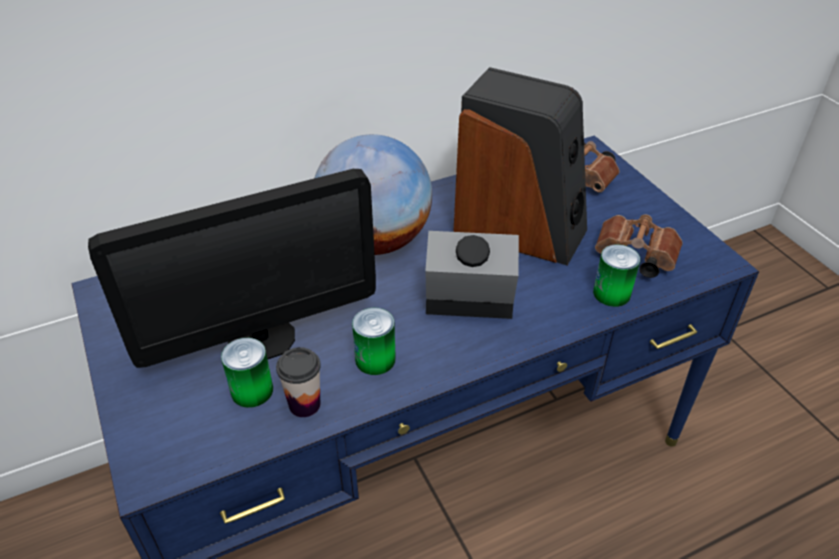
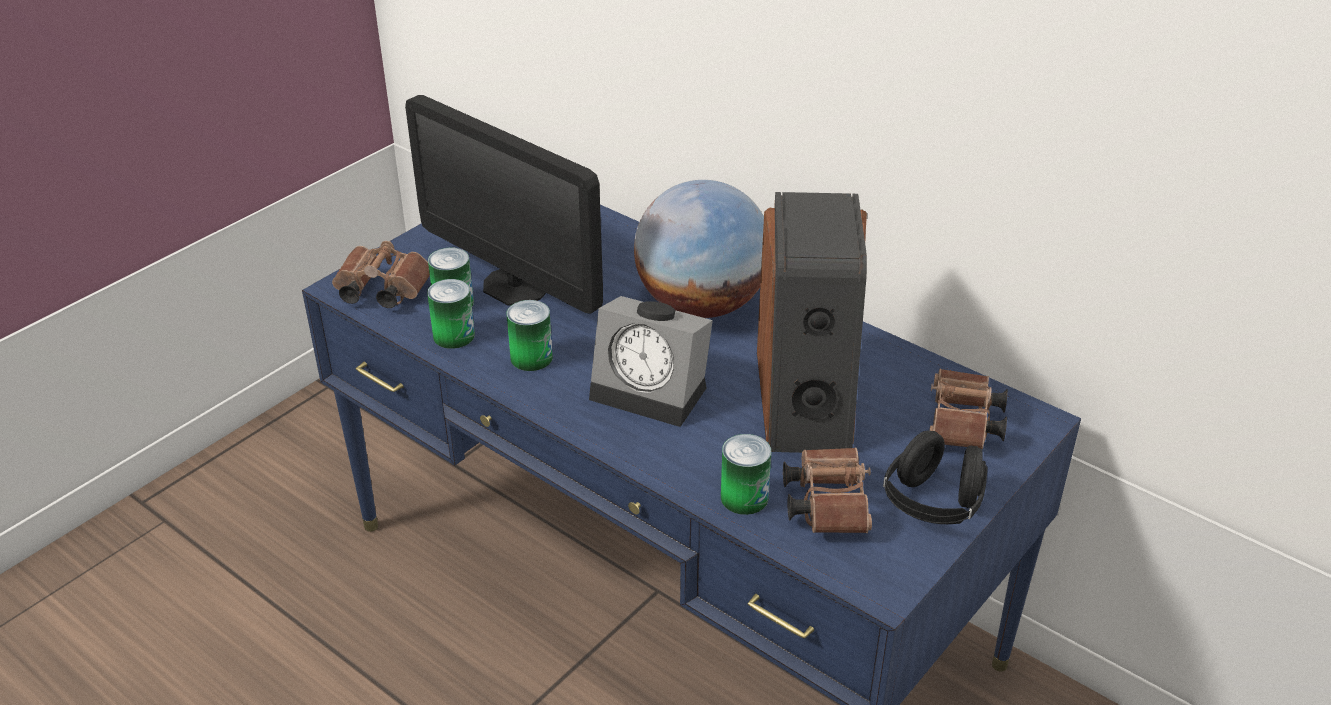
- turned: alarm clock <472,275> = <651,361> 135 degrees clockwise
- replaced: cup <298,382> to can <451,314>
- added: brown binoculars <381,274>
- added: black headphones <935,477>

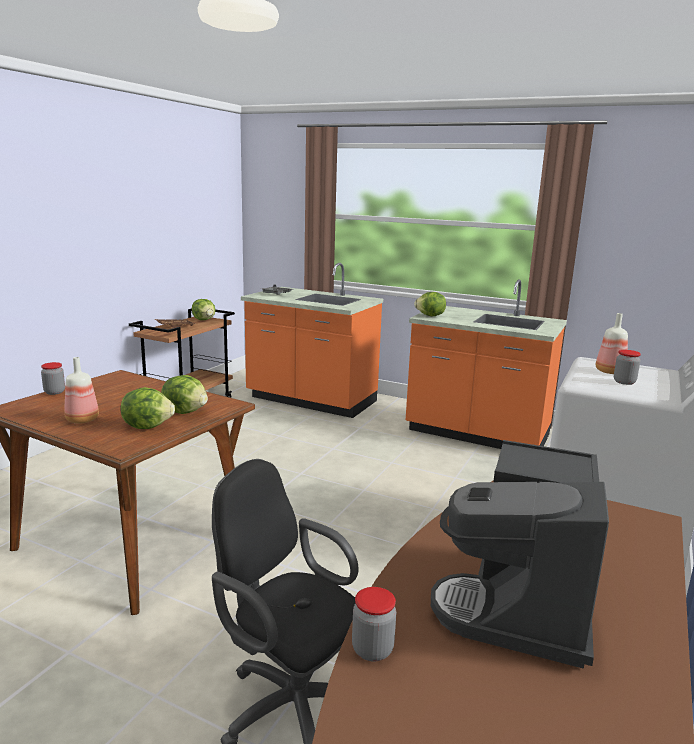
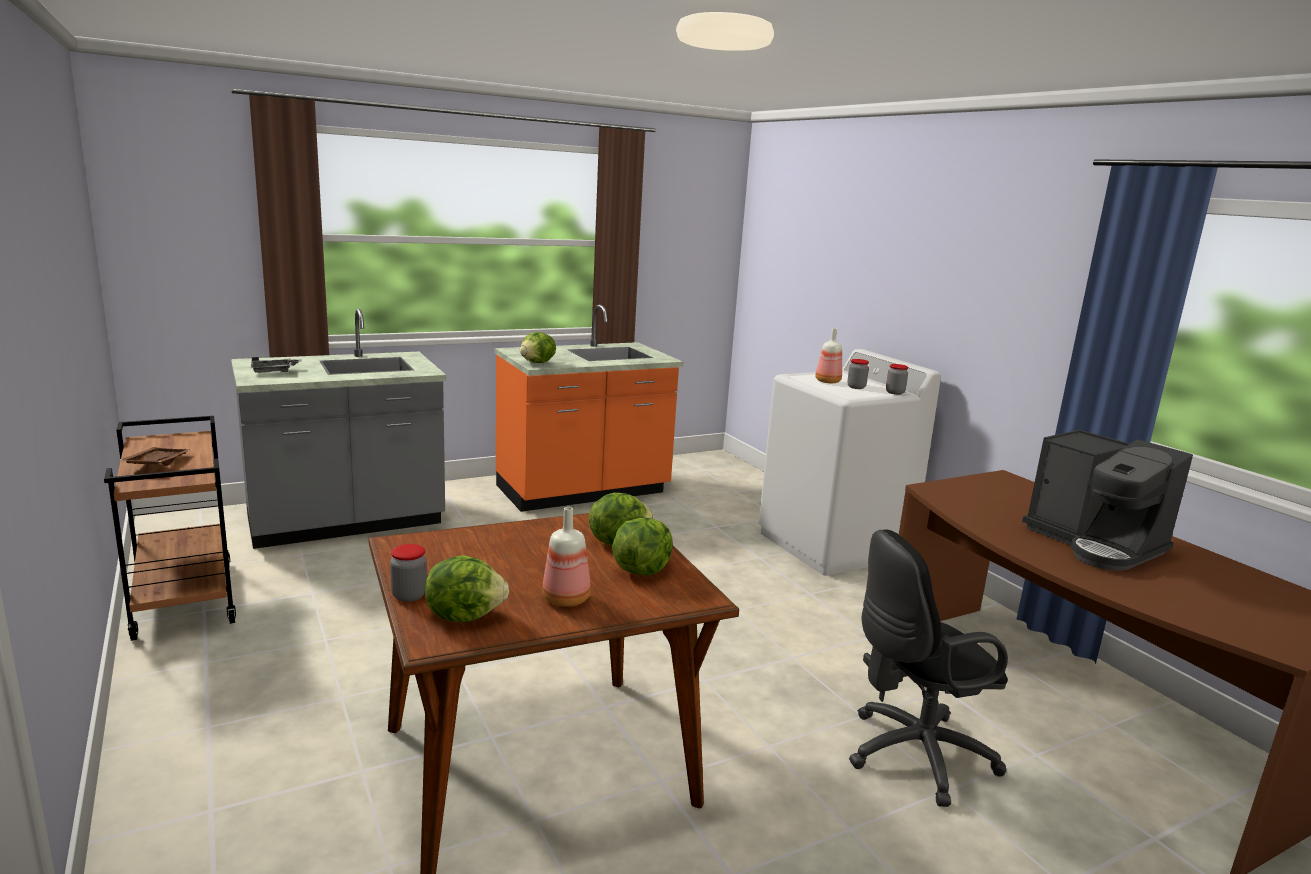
- recoloured: orange counter <312,340> to grey counter <338,429>
- moved: lettuce <204,309> to <467,588>
- moved: jar <374,624> to <897,379>

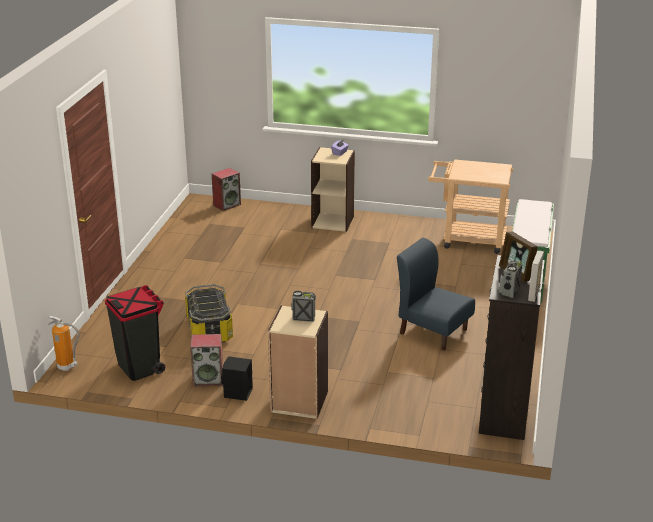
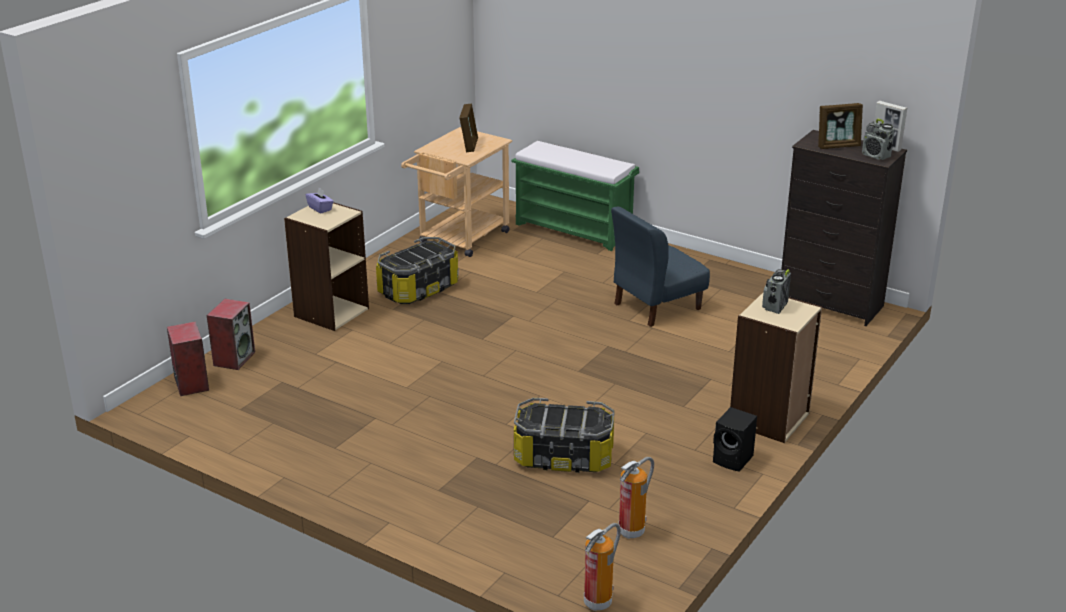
- replaced: black trash can <135,333> to fire extinguisher <636,498>
- moved: speaker <206,360> to <231,334>
- added: picture frame <468,127>
- added: storage box <417,270>

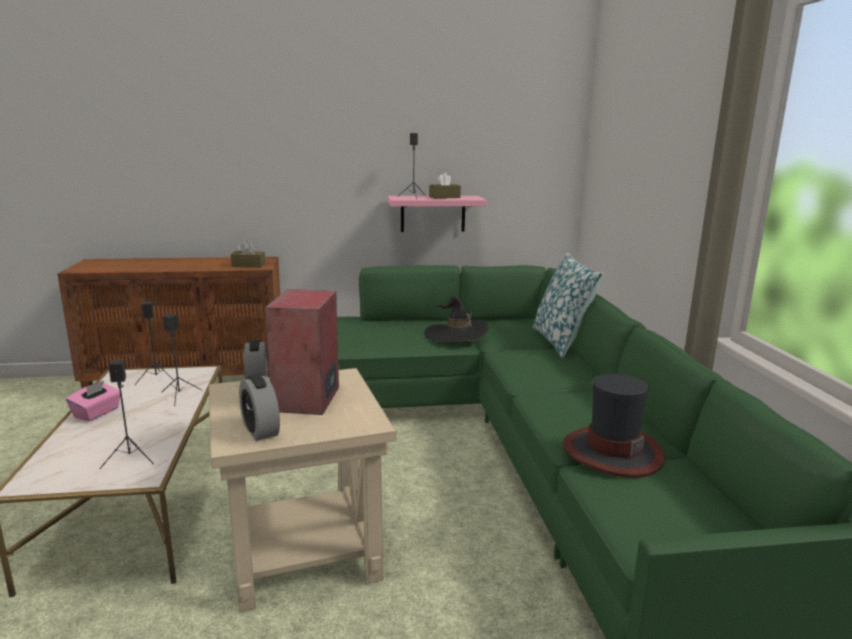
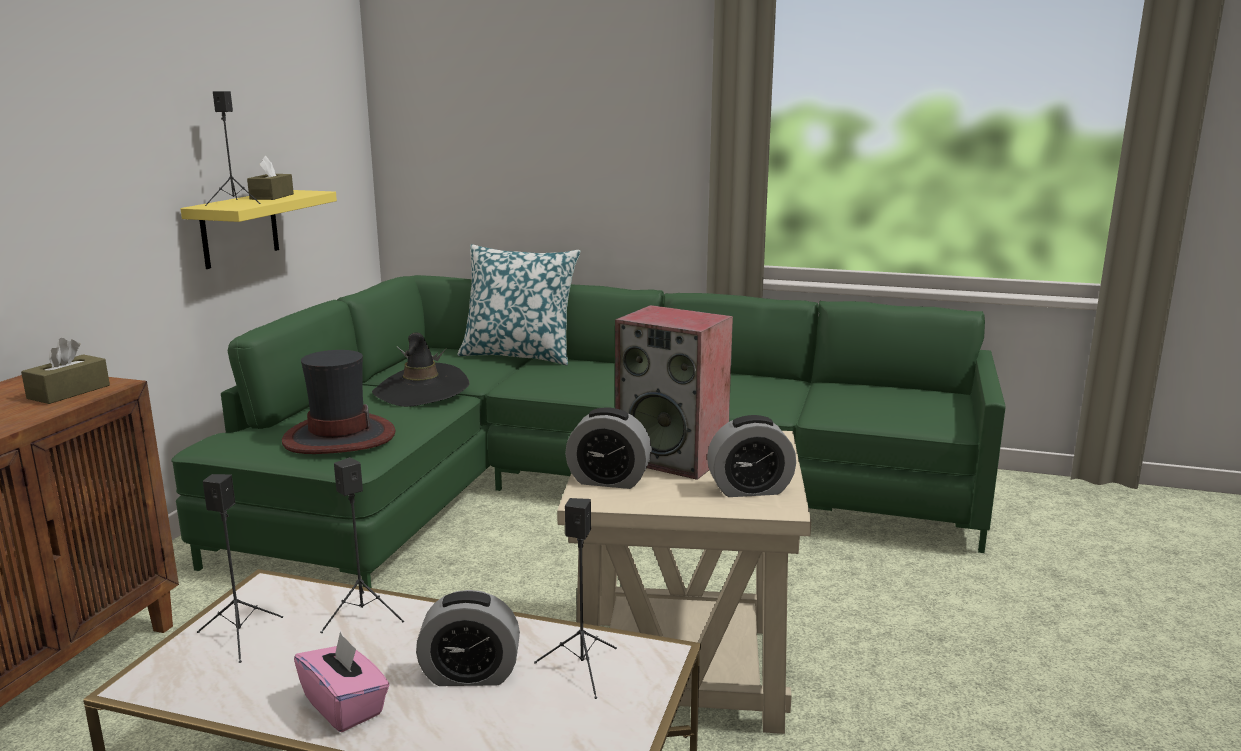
- recoloured: pink shelf <437,214> to yellow shelf <259,229>
- moved: hat <614,426> to <339,402>
- added: alarm clock <468,638>

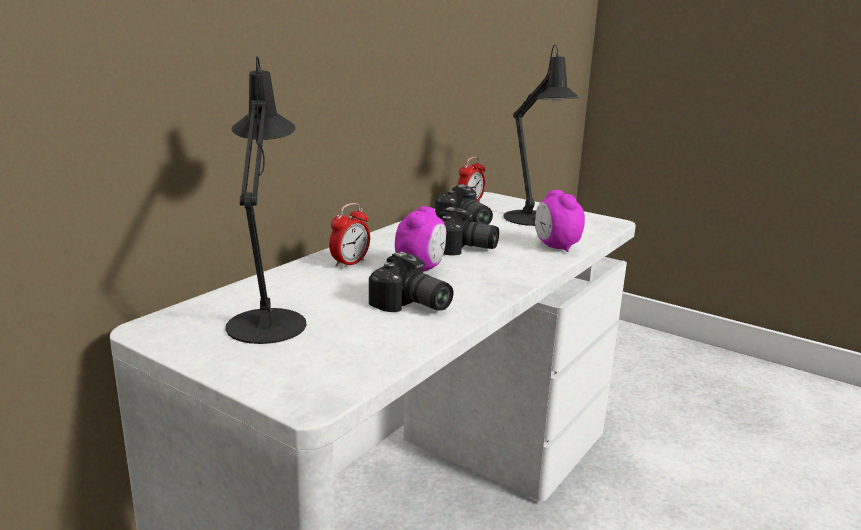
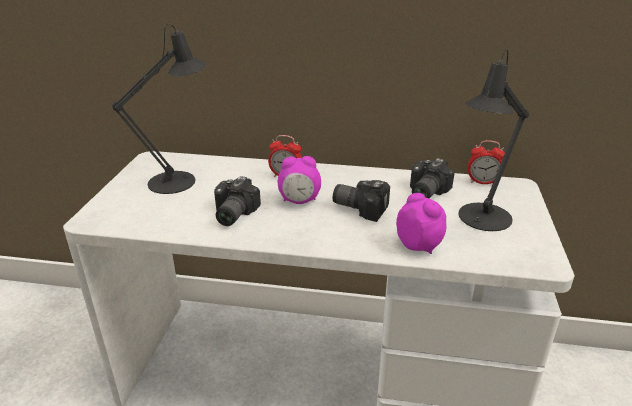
- turned: alarm clock <560,221> = <421,223> 105 degrees clockwise
- turned: photo camera <469,231> = <361,201> 120 degrees clockwise

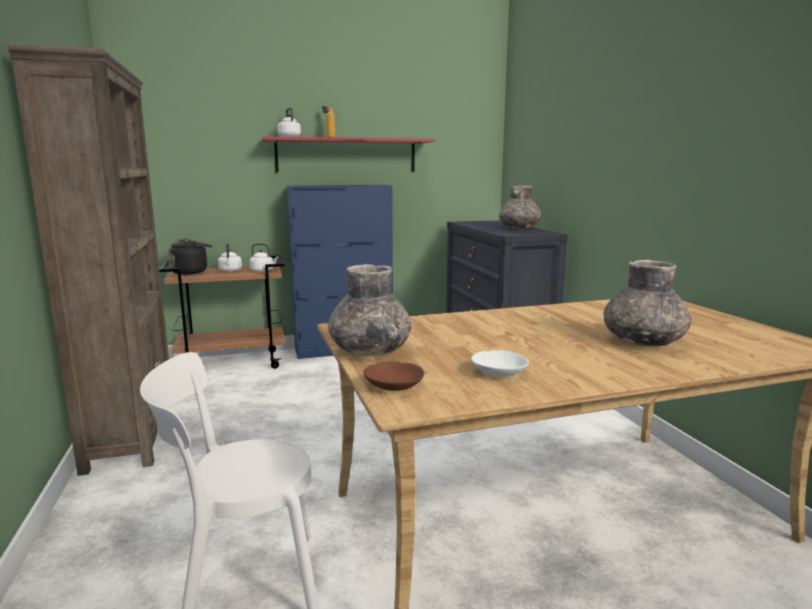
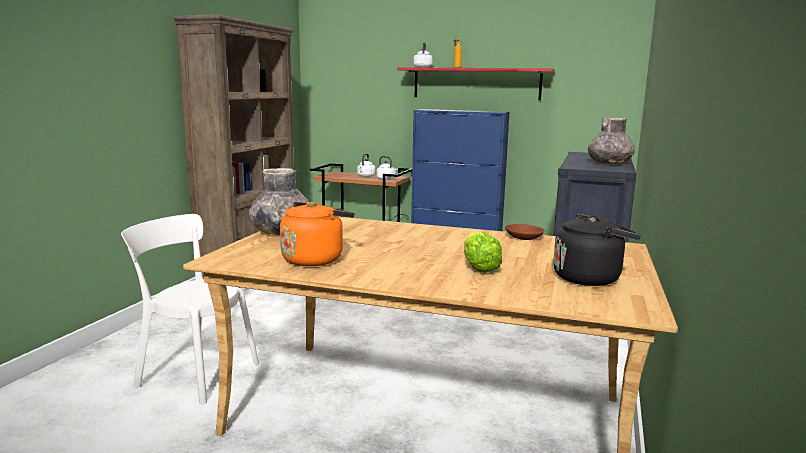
- moved: black kettle <190,256> to <597,250>
- replaced: grey vase <647,303> to lettuce <483,252>
- replaced: white bowl <500,363> to orange kettle <317,234>
- moved: brown bowl <393,376> to <524,232>

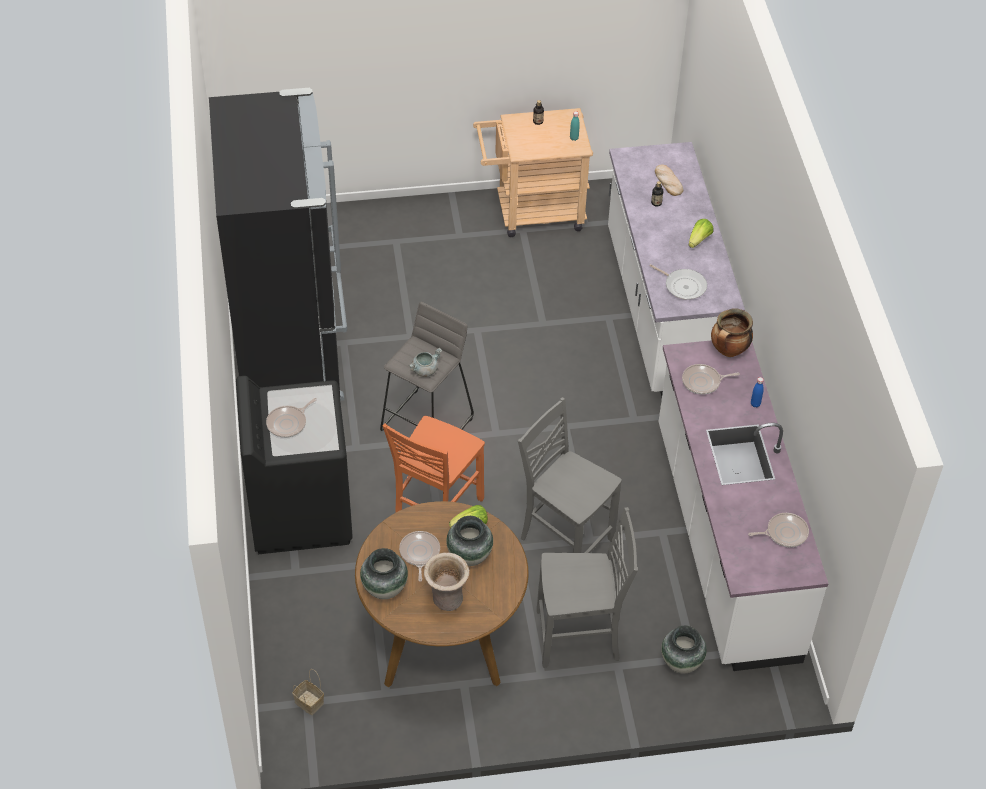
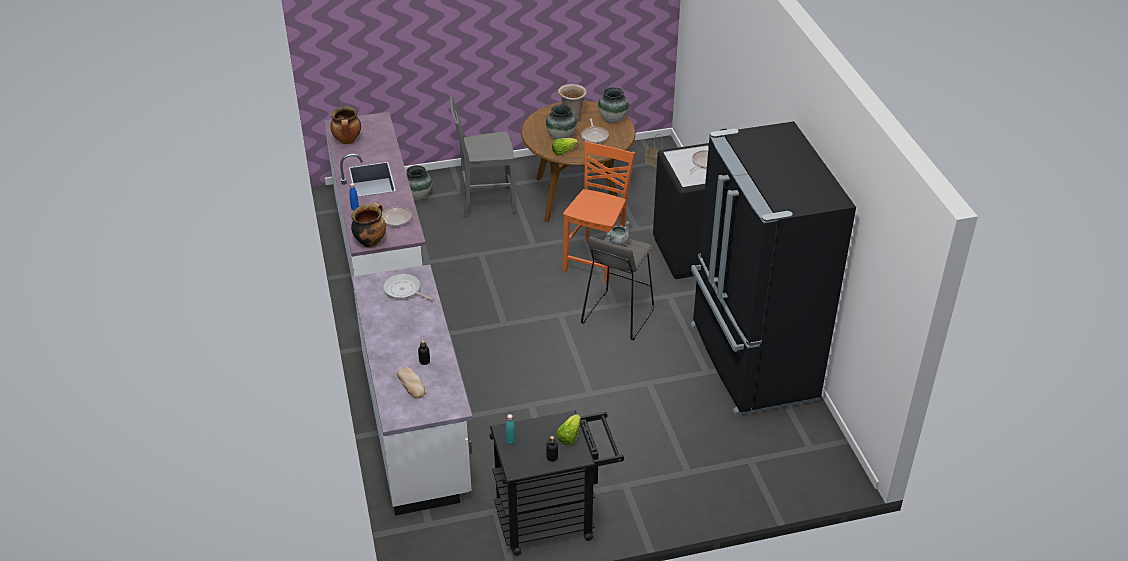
- recoloured: beige cart <533,172> to black cart <556,483>
- moved: lettuce <701,233> to <568,429>
- removed: grey chair <570,475>
- replaced: frying pan <778,530> to cooking pot <345,125>

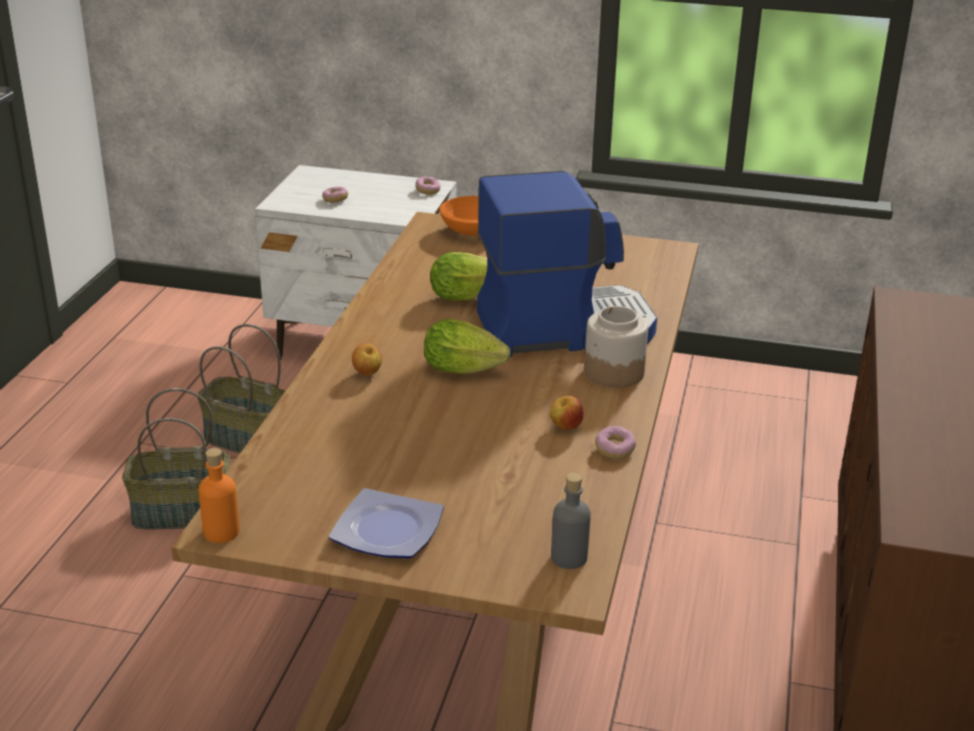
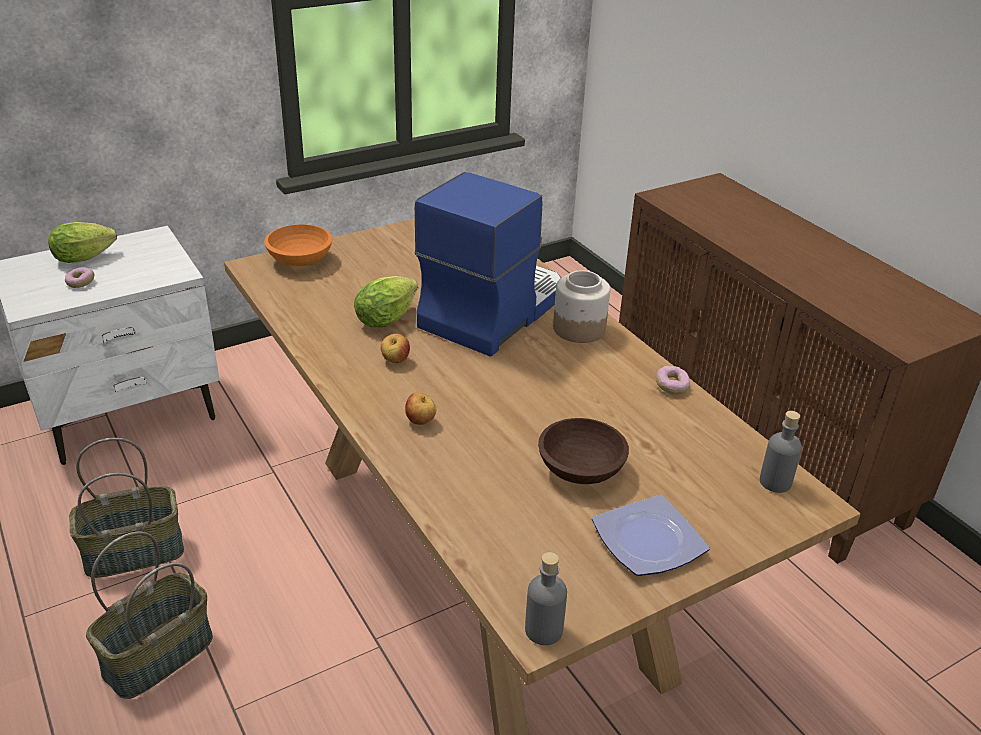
- removed: donut <427,186>
- moved: lettuce <467,346> to <82,242>
- moved: apple <566,413> to <395,348>
- recoloured: orange bottle <219,495> to grey bottle <546,598>
- added: brown bowl <583,451>

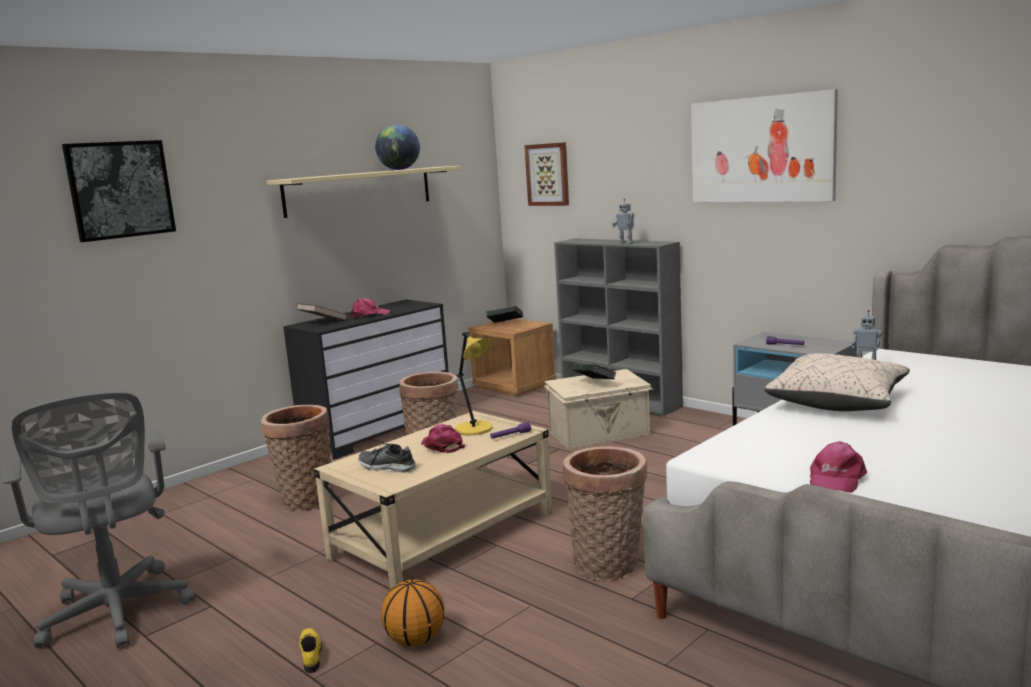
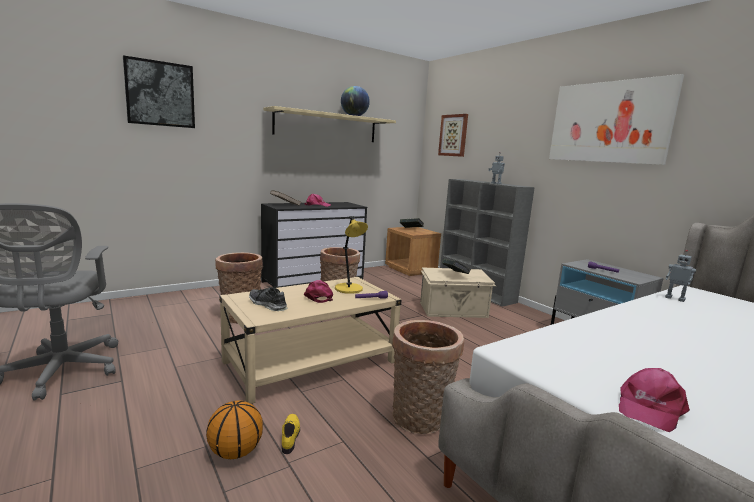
- removed: beige pillow <837,382>
- moved: yellow shoe <310,650> to <290,434>

